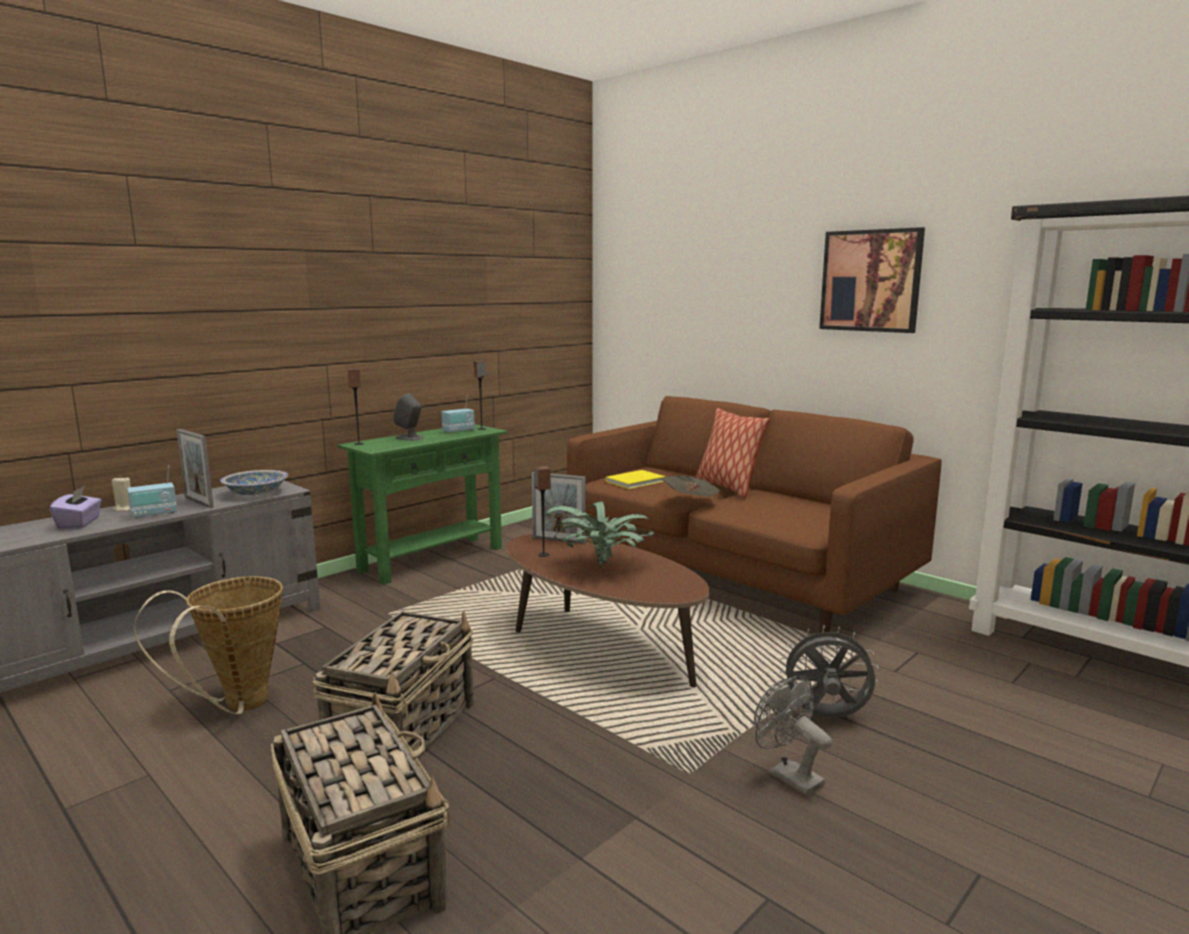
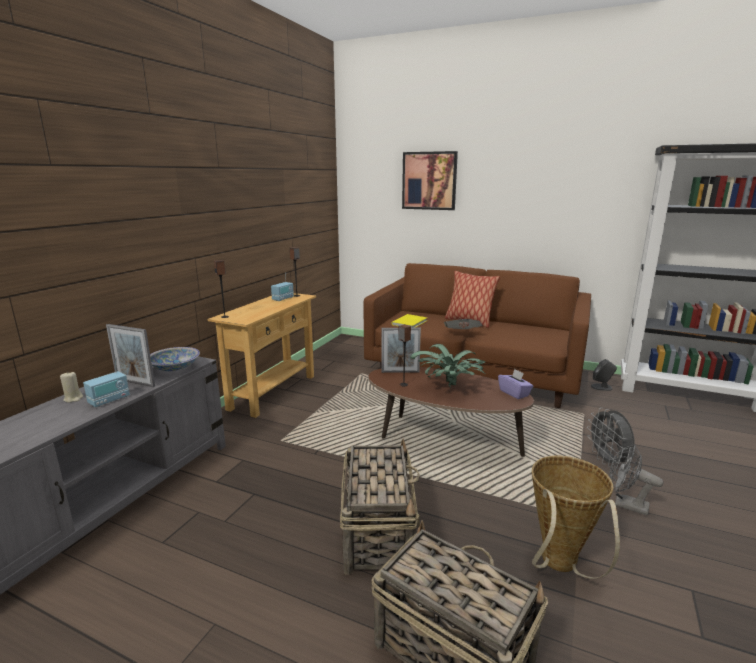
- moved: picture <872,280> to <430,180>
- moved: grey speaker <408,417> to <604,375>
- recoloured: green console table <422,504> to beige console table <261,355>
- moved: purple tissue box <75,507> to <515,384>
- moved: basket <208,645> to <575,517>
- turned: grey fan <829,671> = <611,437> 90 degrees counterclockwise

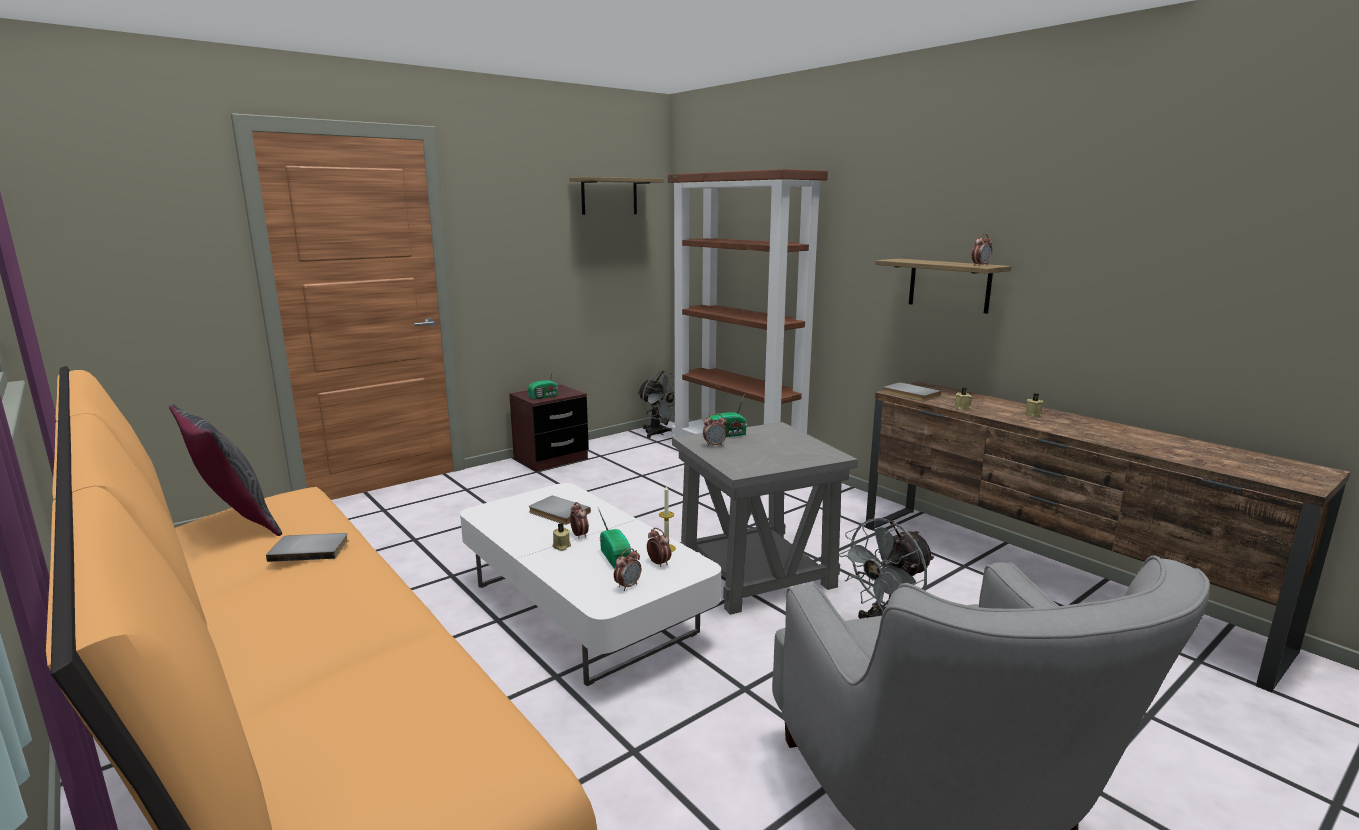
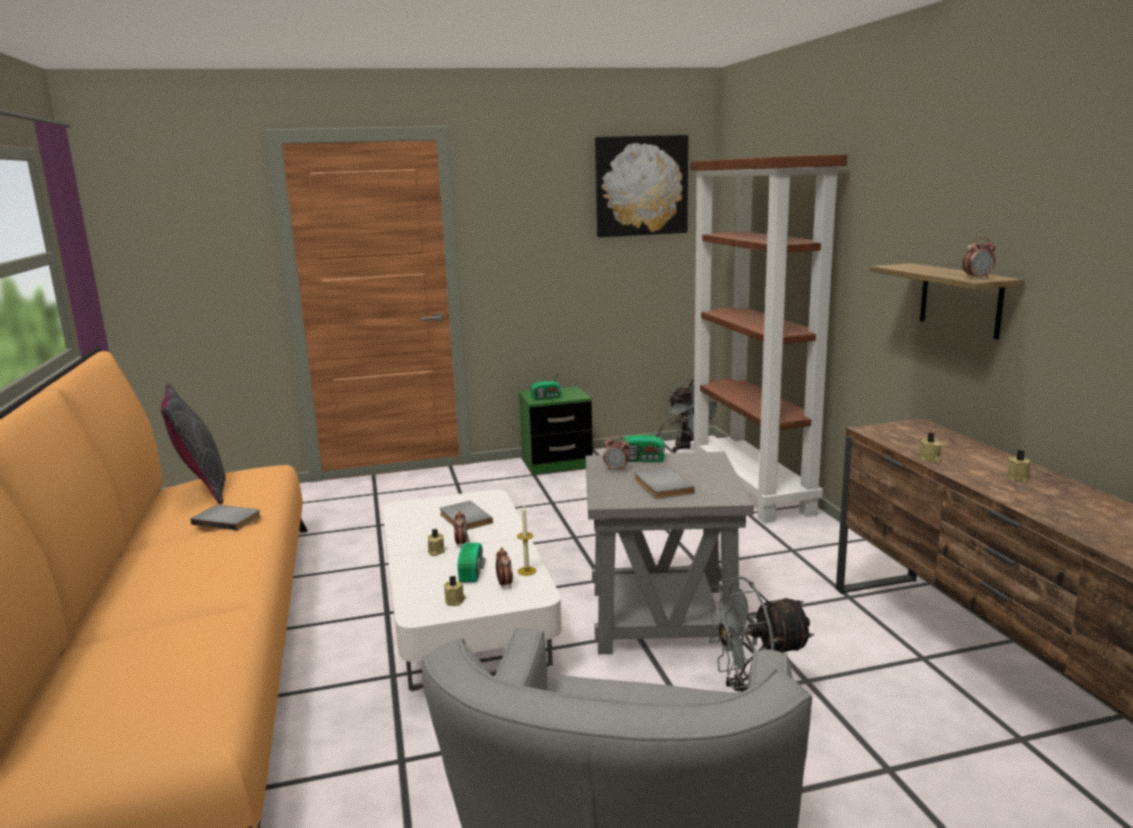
- replaced: shelf <616,196> to picture <641,186>
- moved: grey book <912,392> to <664,483>
- recoloured: brown nightstand <549,428> to green nightstand <556,430>
- replaced: alarm clock <627,569> to beige candle <455,591>

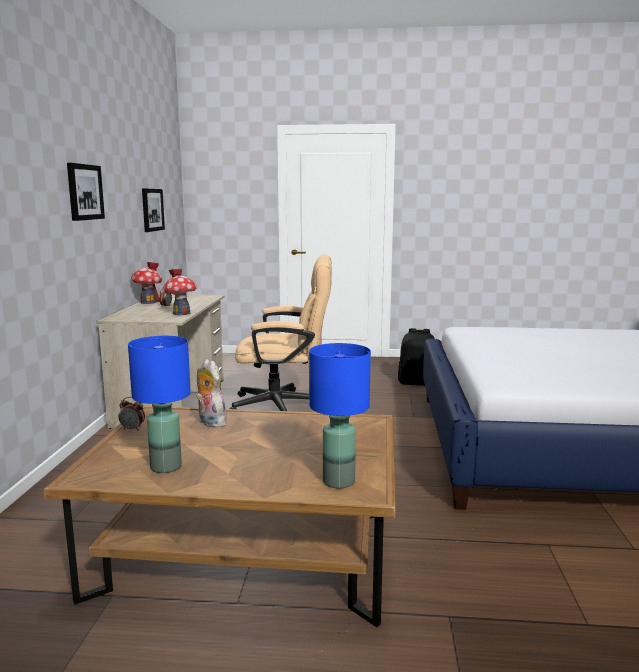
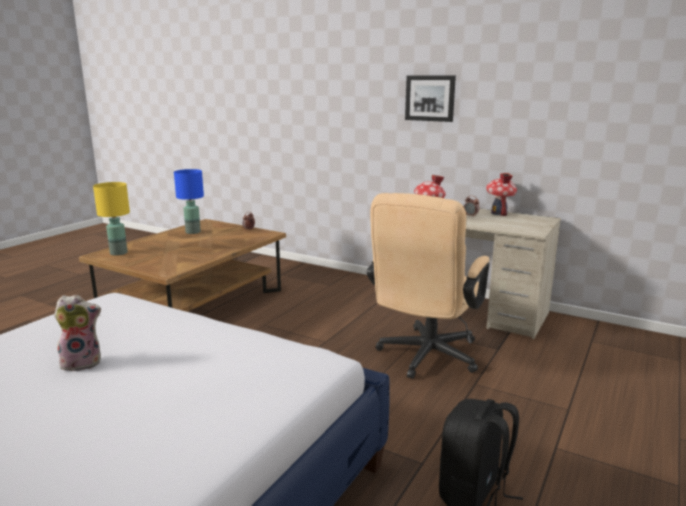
- removed: picture <153,210>
- recoloured: blue table lamp <340,416> to yellow table lamp <111,219>
- moved: plush toy <211,393> to <77,333>

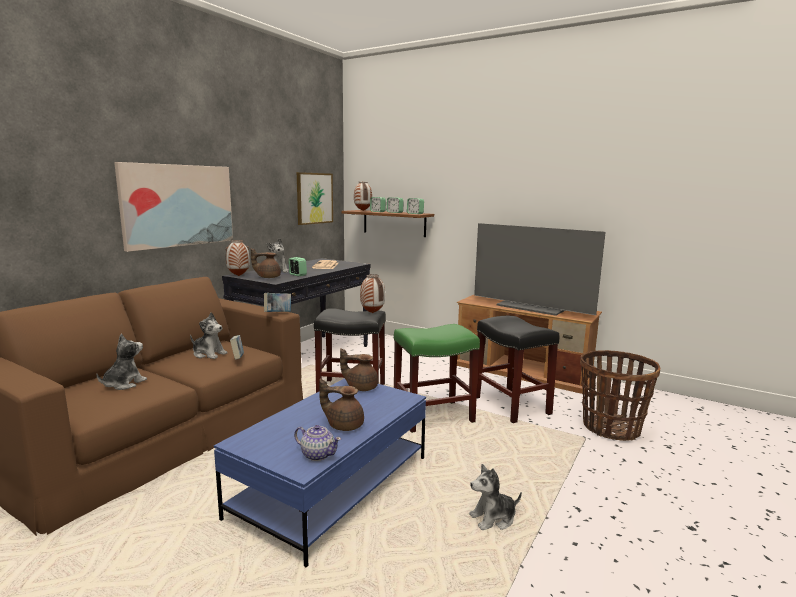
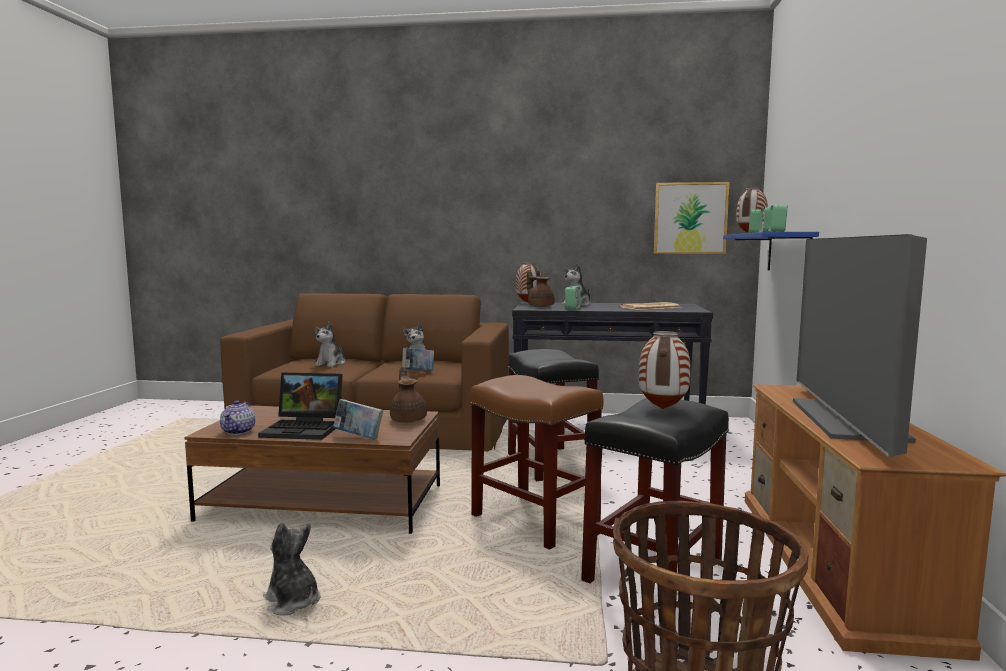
- removed: picture <173,207>
- recoloured: brown shelf <387,223> to blue shelf <771,251>
- moved: vase <372,293> to <665,370>
- moved: book <277,302> to <358,419>
- recoloured: green stool <437,378> to brown stool <536,462>
- turned: plush toy <121,362> = <329,344> 105 degrees clockwise
- recoloured: blue coffee table <320,472> to brown coffee table <312,470>
- replaced: brown teapot <341,404> to laptop <300,406>

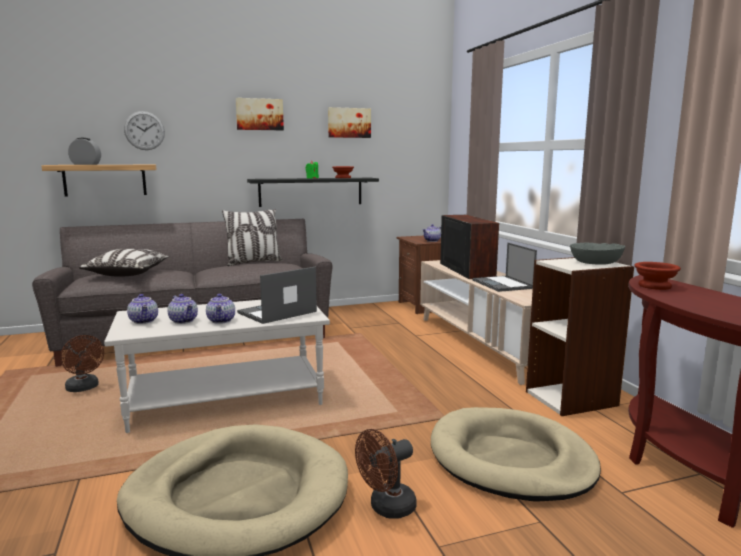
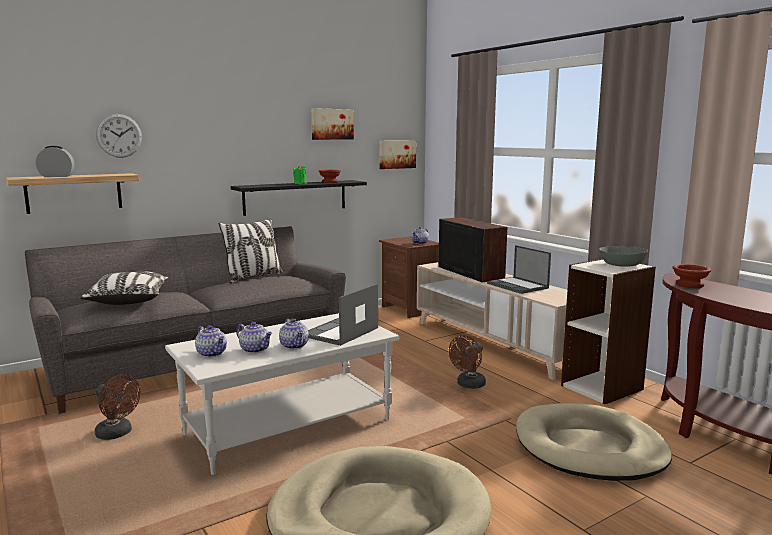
- moved: picture <259,114> to <397,154>
- moved: brown fan <386,473> to <467,362>

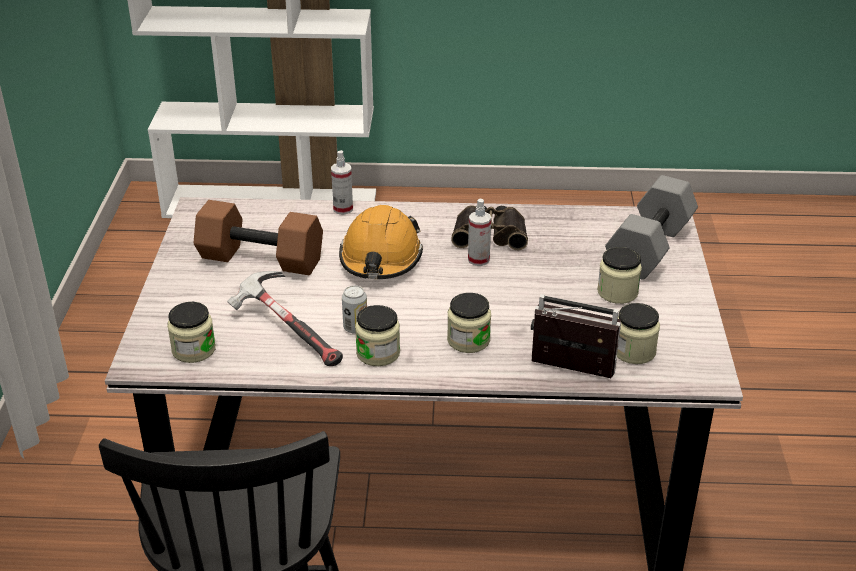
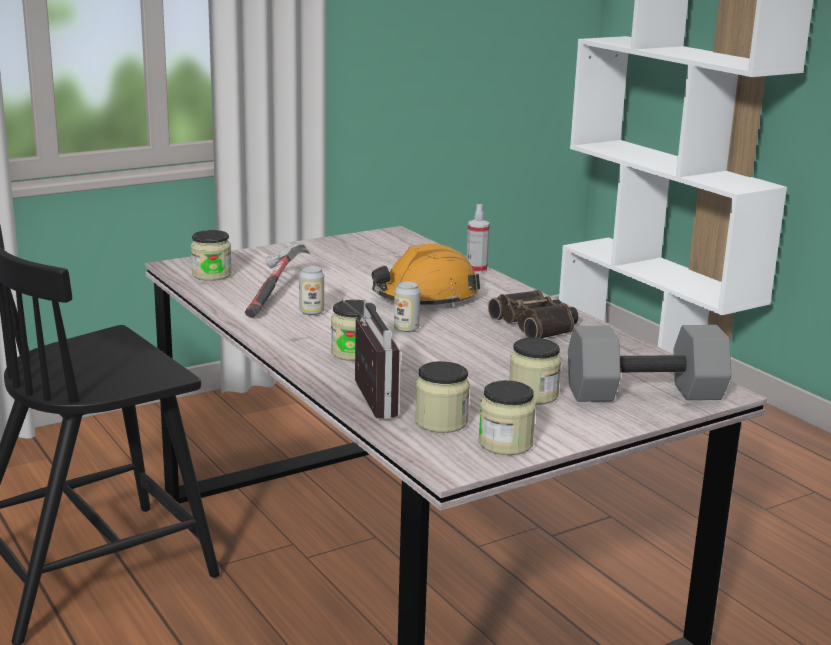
- removed: spray bottle <479,232>
- removed: brown dumbbell <258,237>
- moved: jar <377,335> to <507,417>
- added: can <407,307>

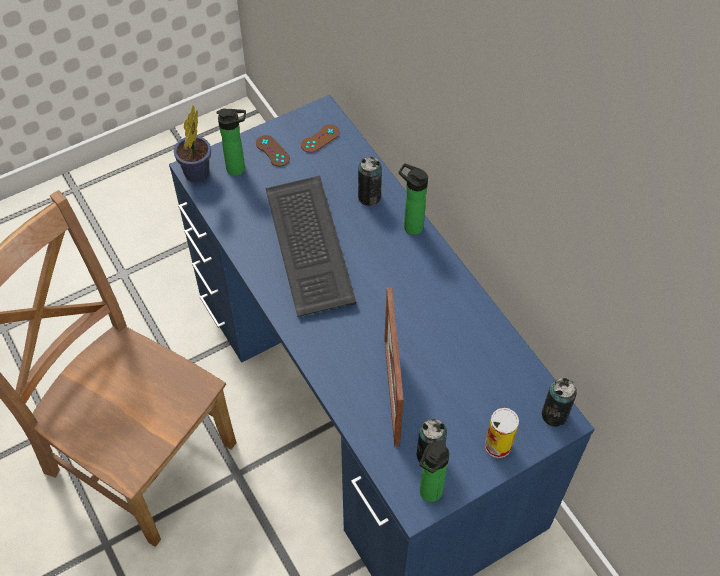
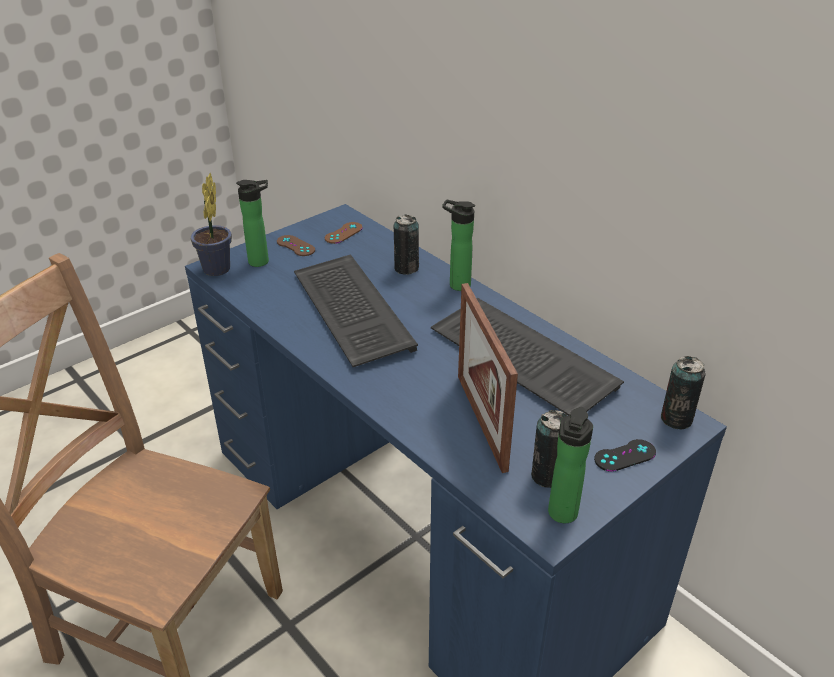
- replaced: can <502,433> to black game controller <625,455>
- added: keyboard <527,356>

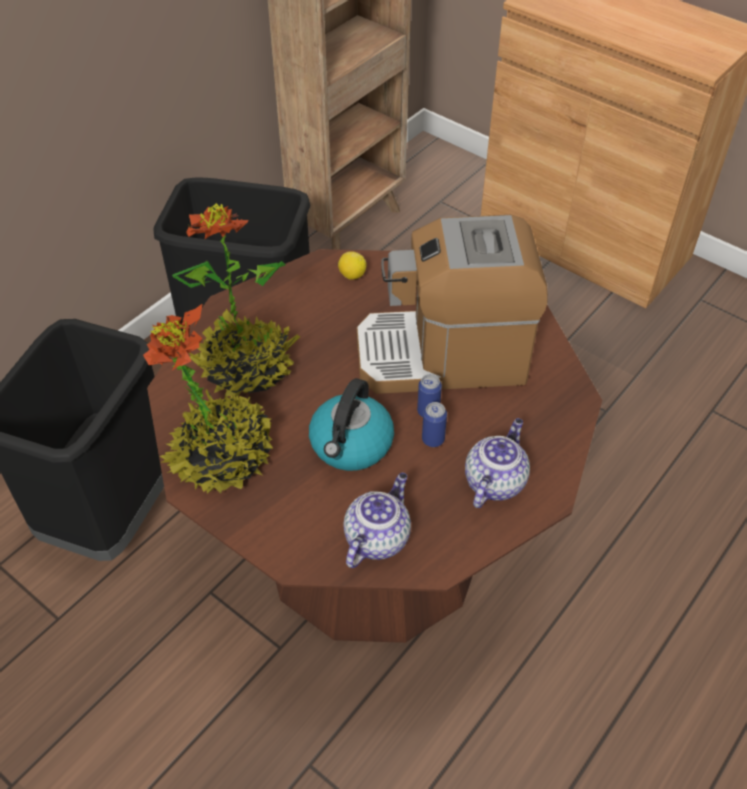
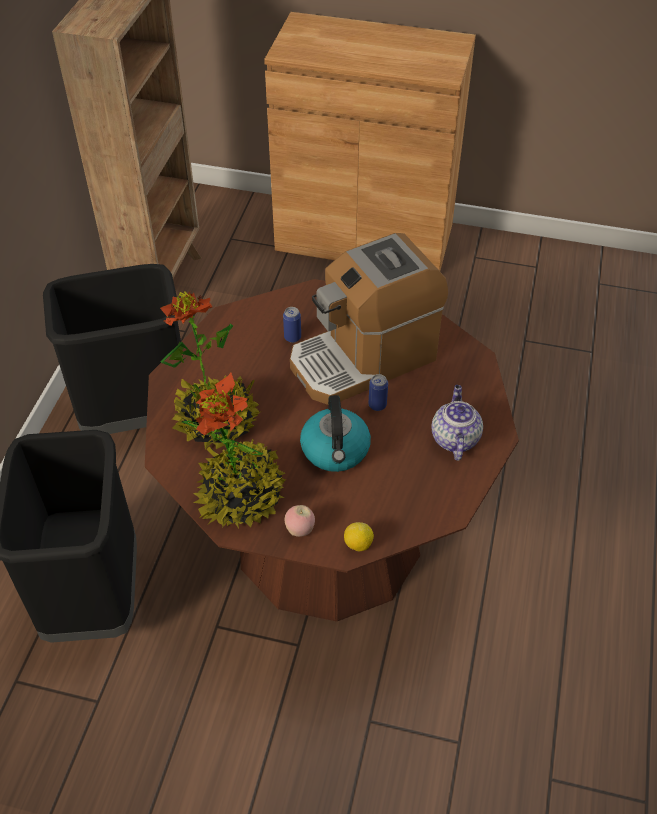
- moved: lemon <352,265> to <359,536>
- moved: can <434,424> to <292,325>
- removed: teapot <377,520>
- added: apple <300,521>

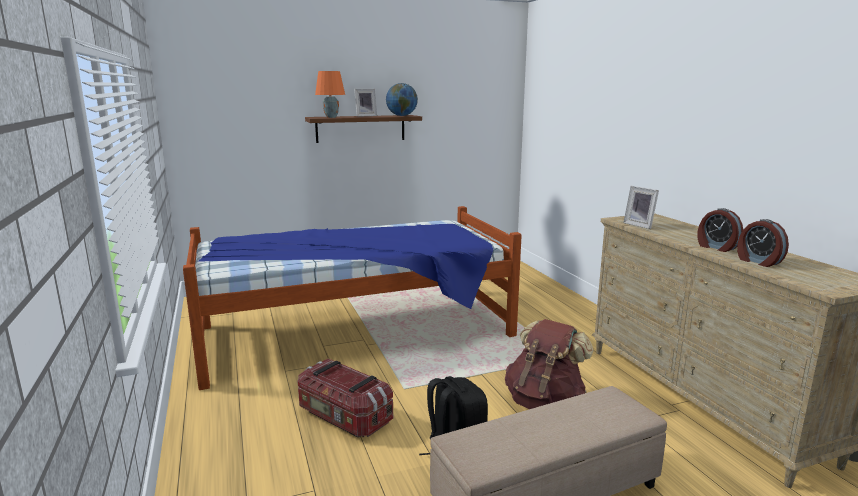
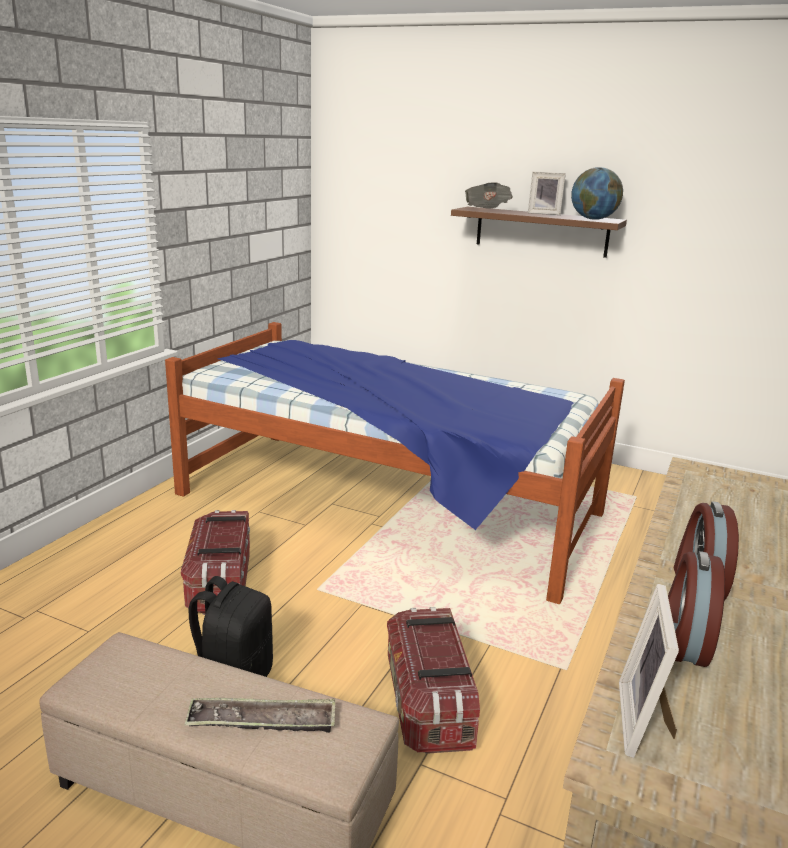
- replaced: orange table lamp <330,94> to newspaper <489,195>
- moved: picture frame <641,207> to <649,671>
- replaced: brown backpack <549,364> to storage box <433,680>
- added: tray <259,715>

